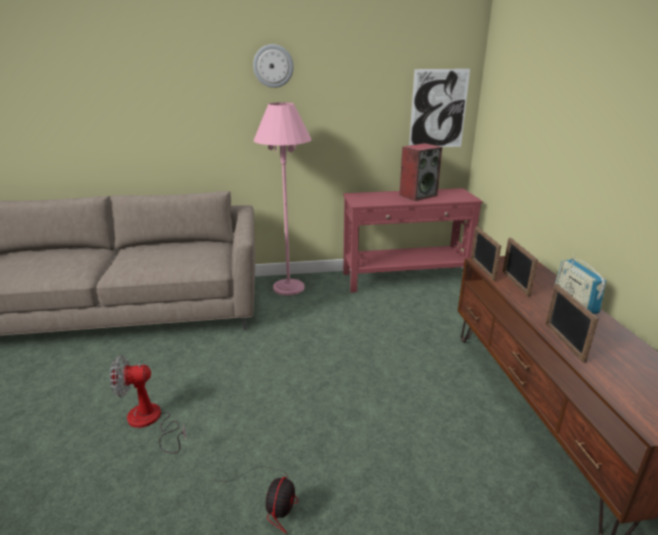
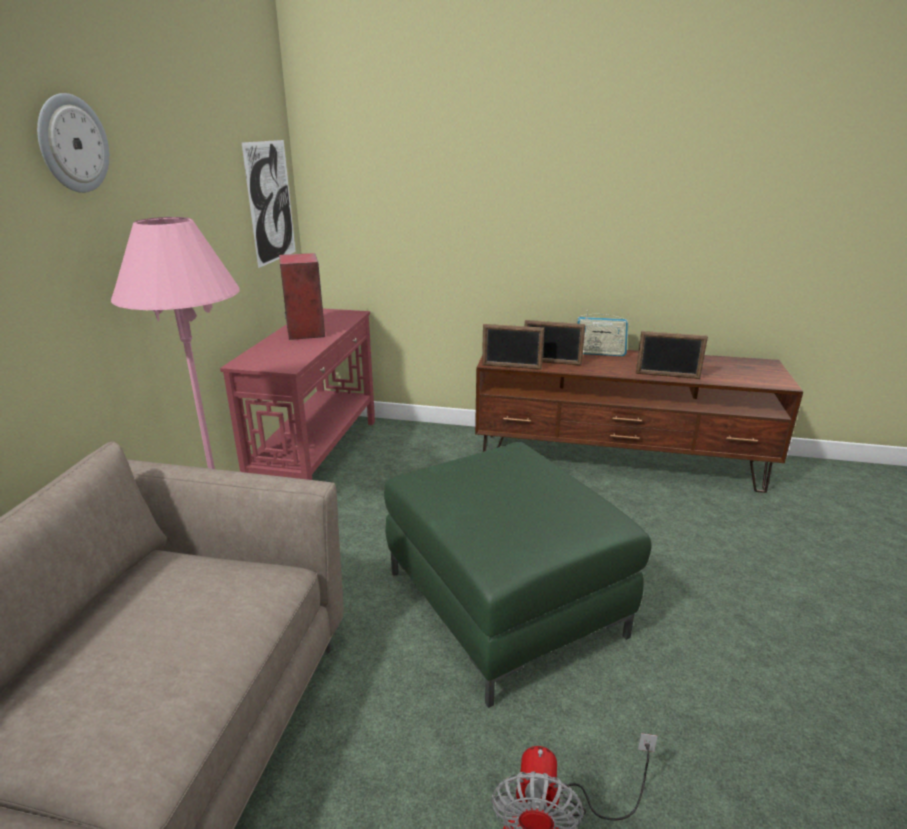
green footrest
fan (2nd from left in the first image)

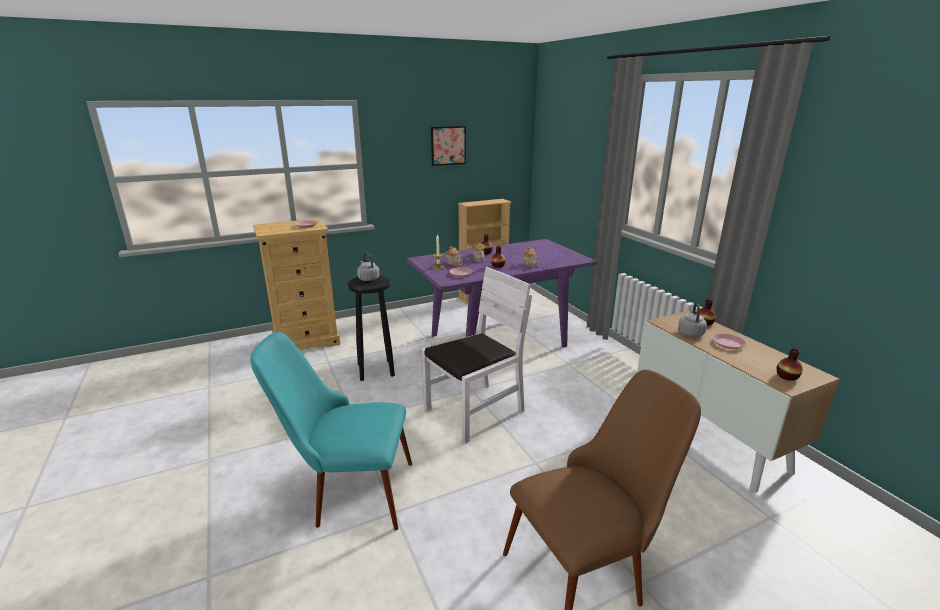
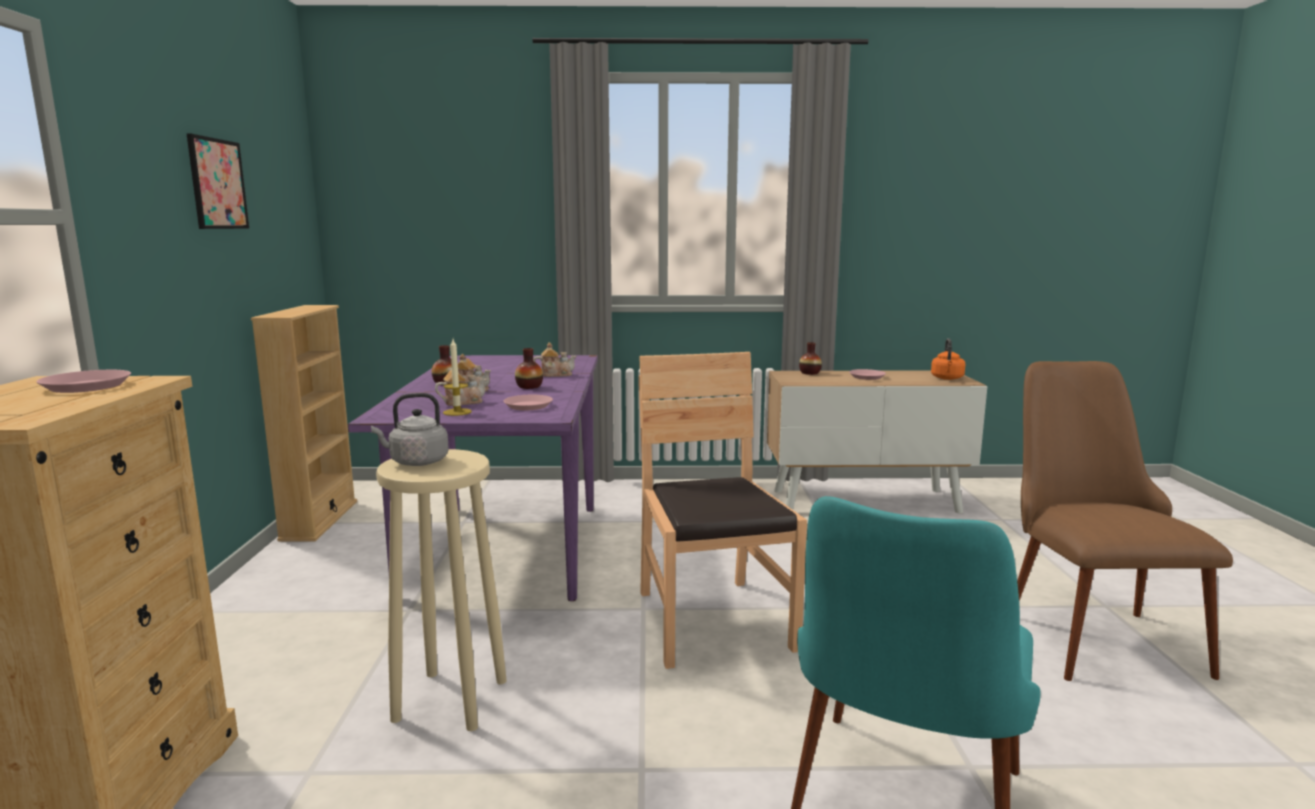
beige-coloured sitting stool
brownish upright chair (1st from left)
orange-coloured water kettle
gray water kettle (2nd from left in the first image)

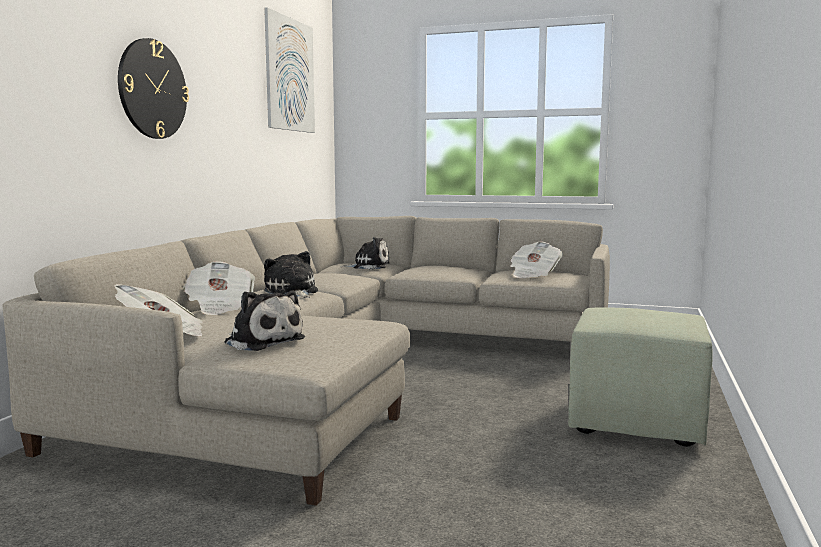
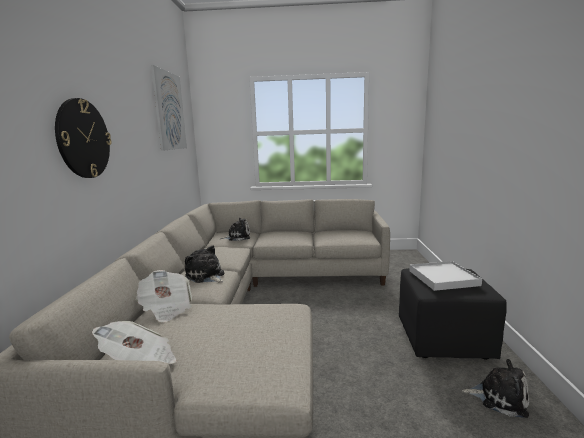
black footrest
white carrying tray
cuddly toy (3rd from left)
newspaper (3rd from left in the first image)

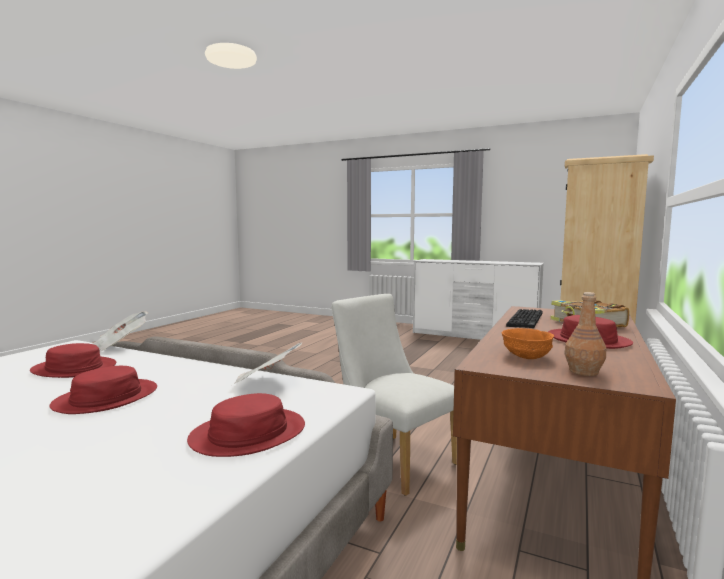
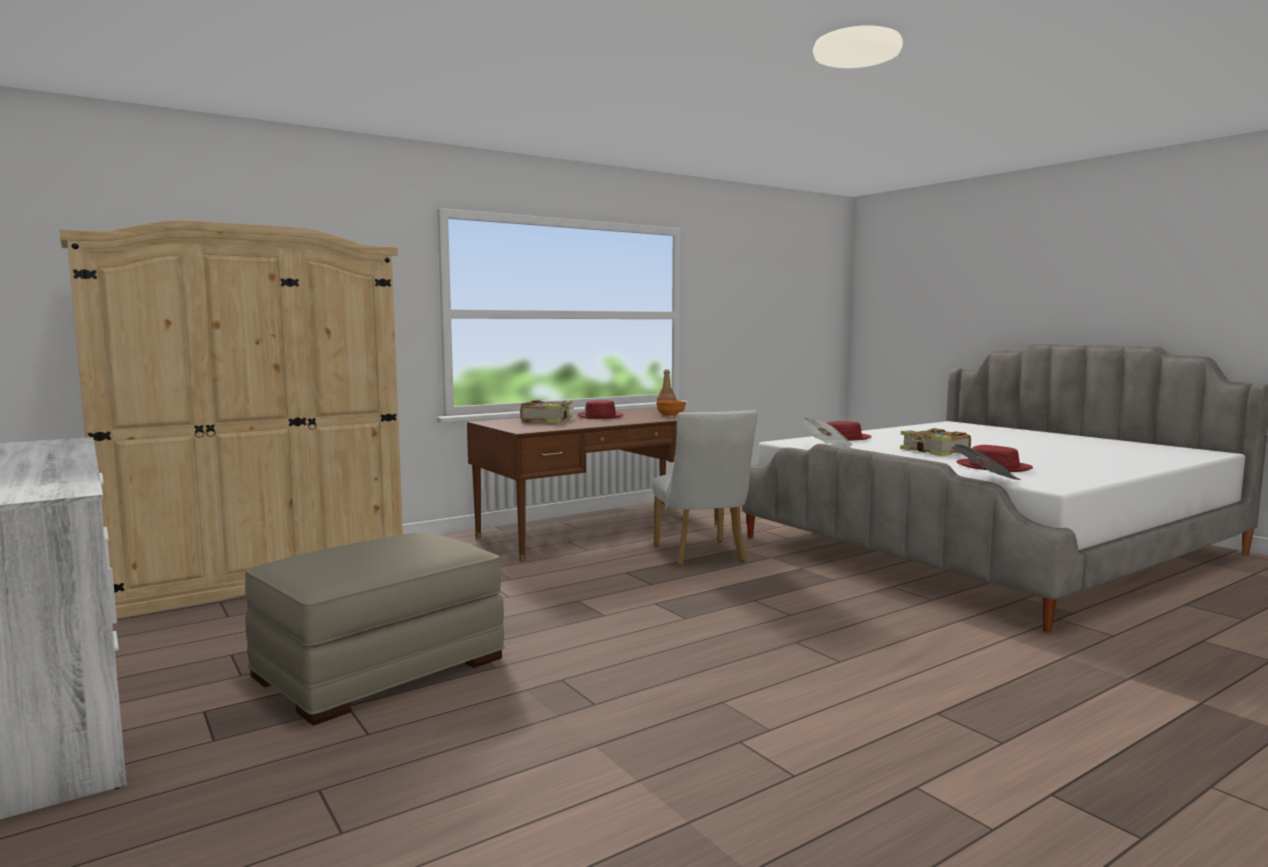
beige-coloured footrest
volume (2nd from left)
PC keyboard

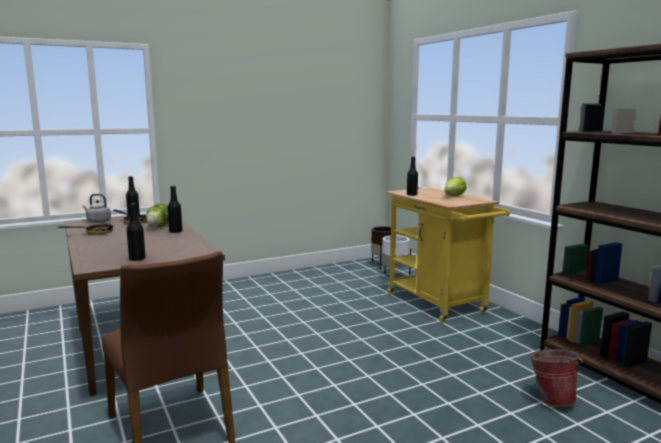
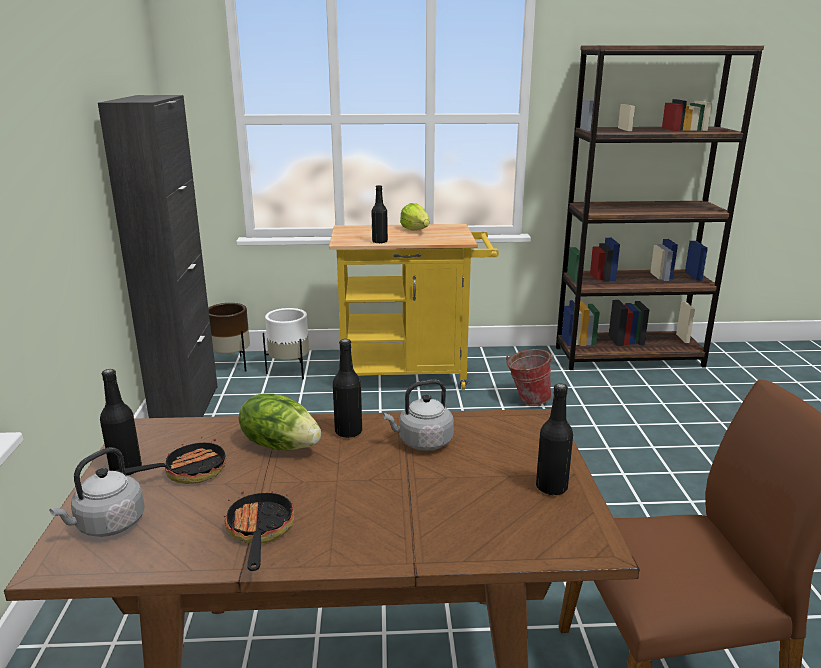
black cupboard
gray water kettle (2nd from left)
pail

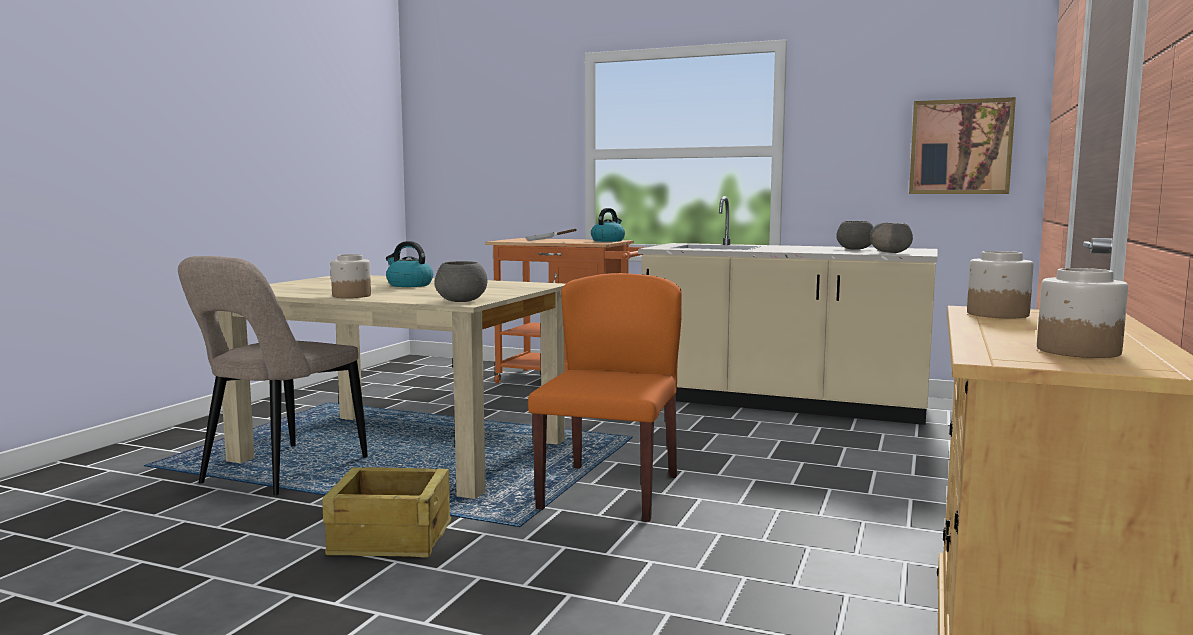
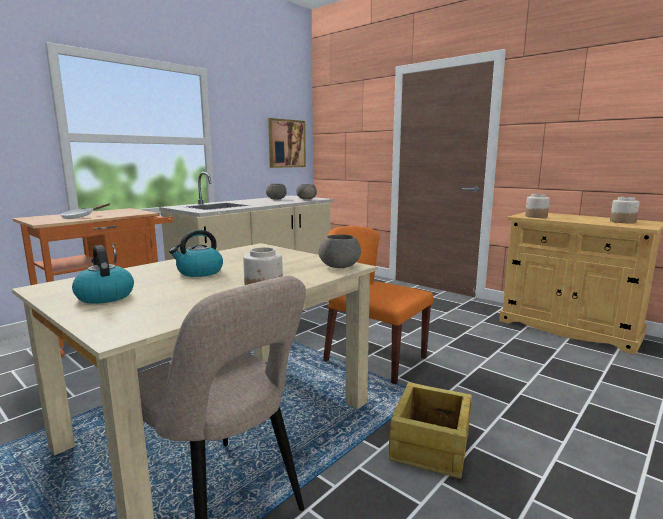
water kettle (1st from left)

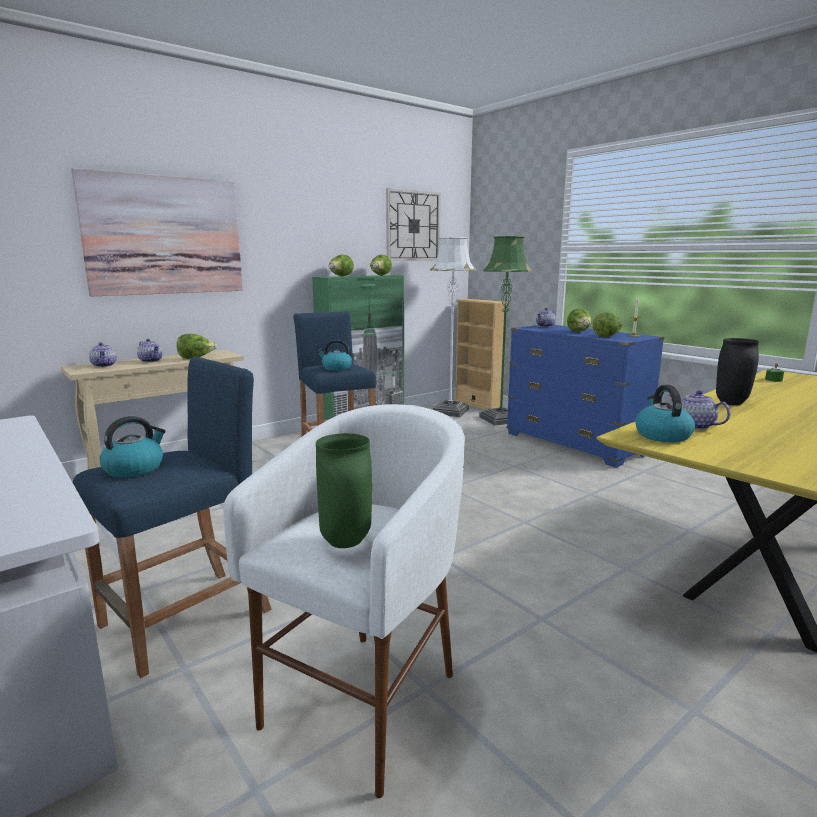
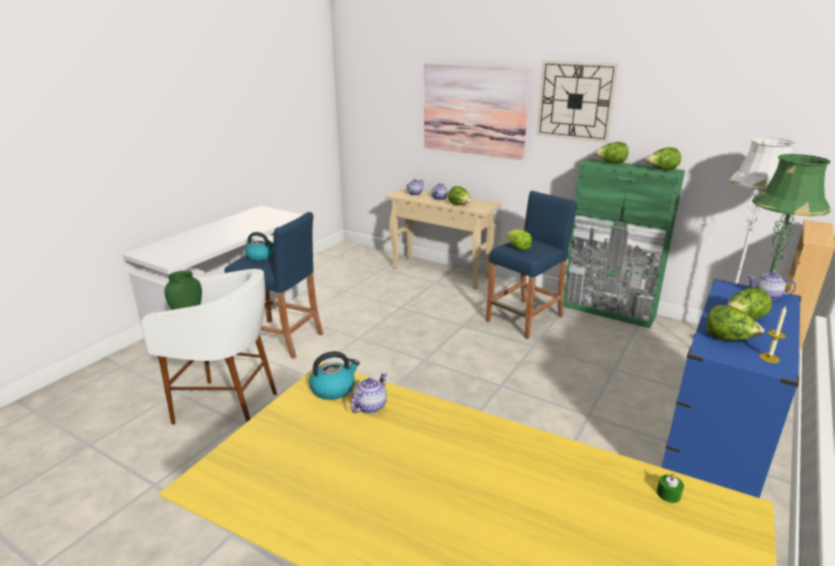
head of lettuce (2nd from left)
wall clock
black flower vase

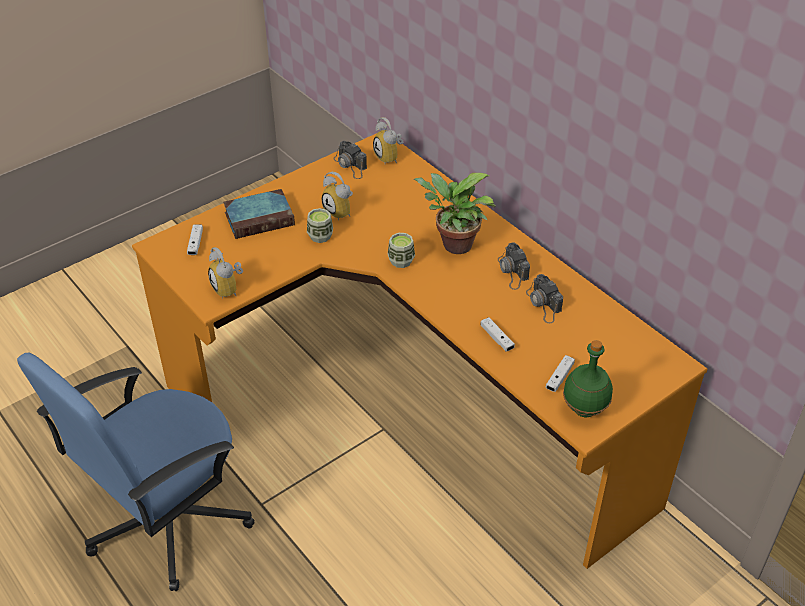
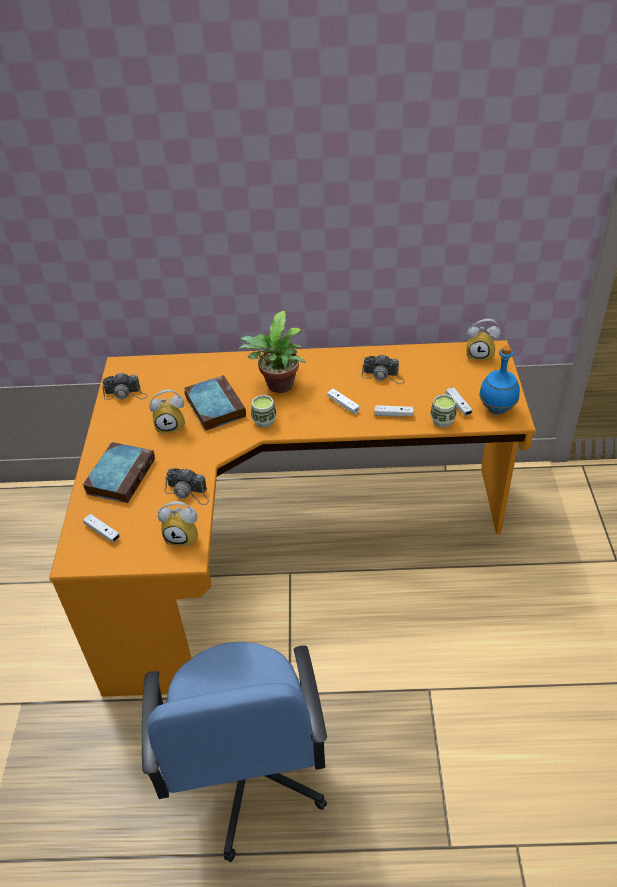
photo camera (2nd from left)
volume (2nd from left)
white game controller (2nd from left)
cup (2nd from left)
table clock (3rd from left)
bluish drink bottle

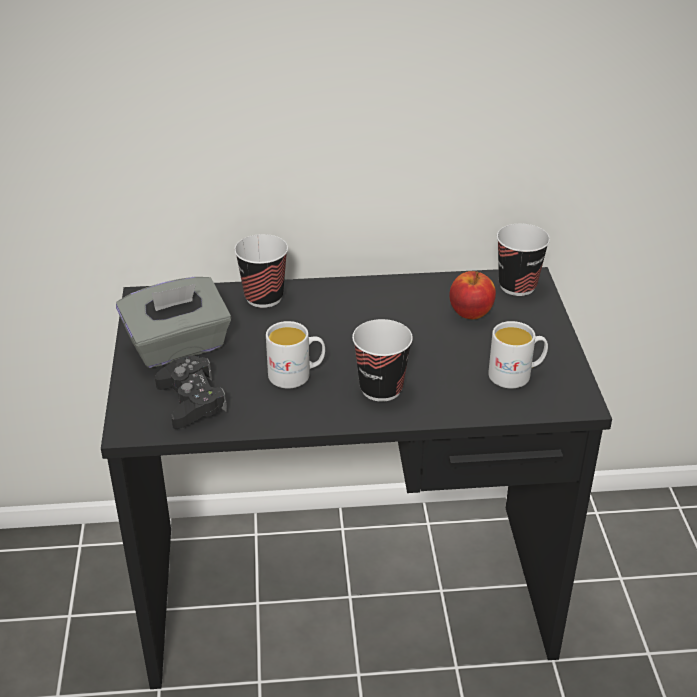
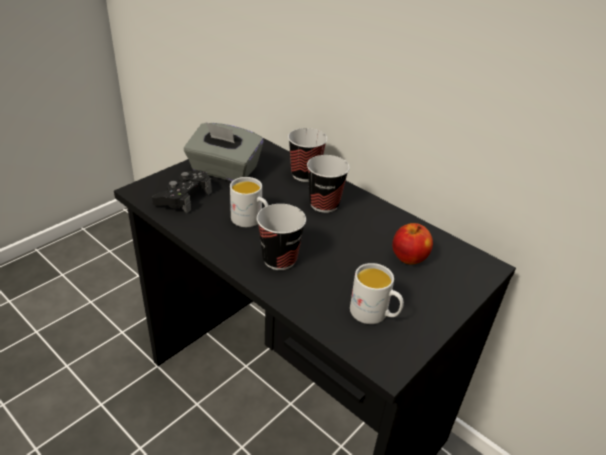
cup (3rd from left)

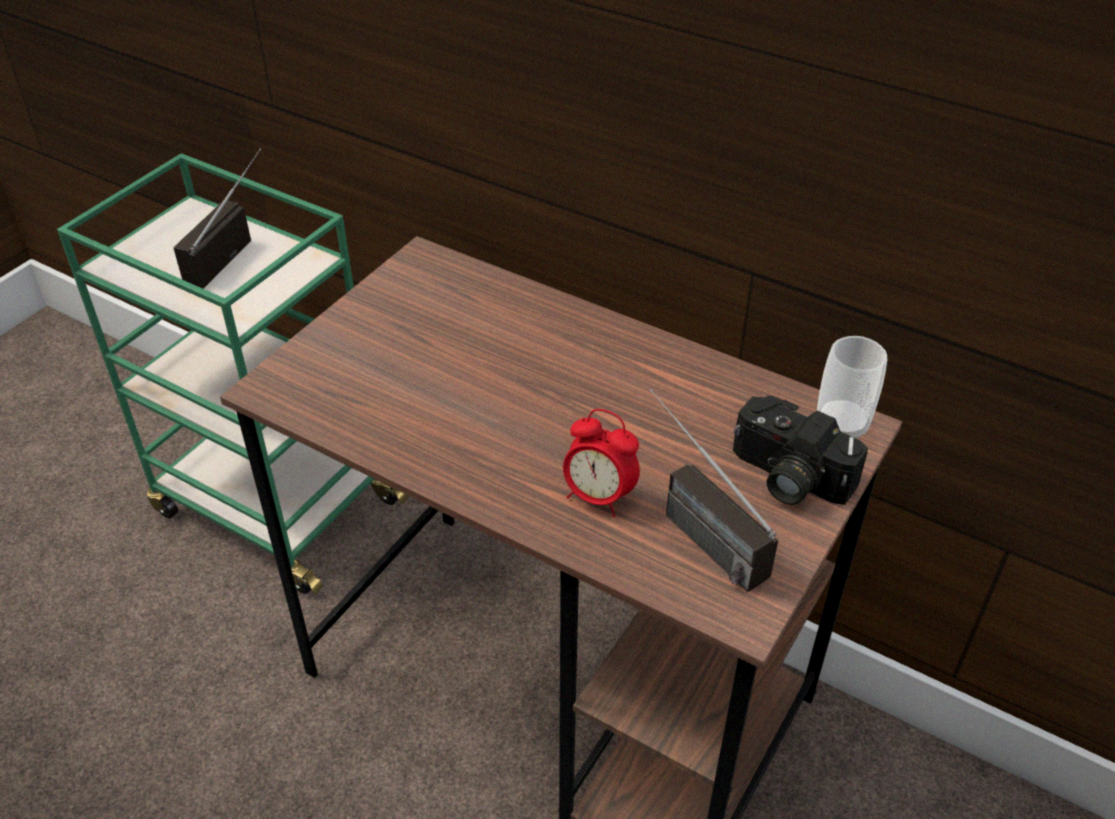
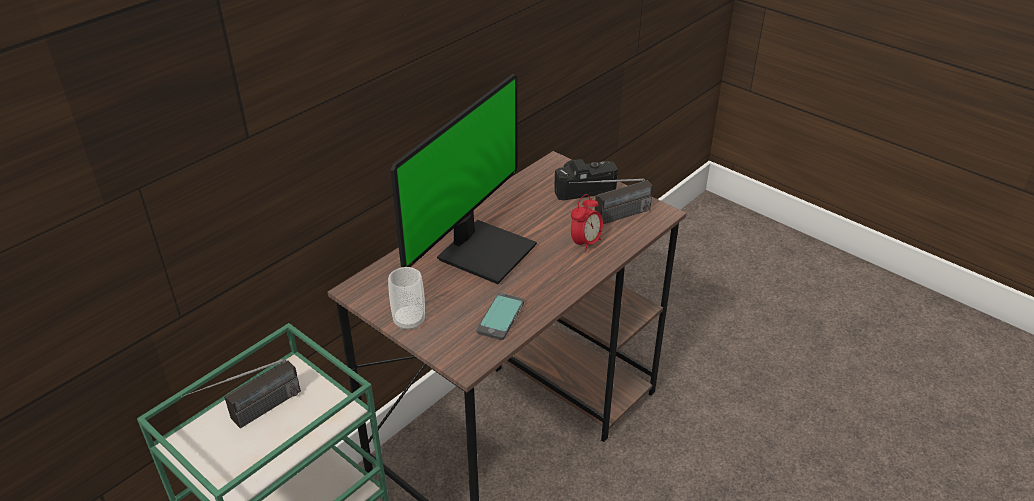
radio (1st from left)
cup
computer display
telephone
photo camera

